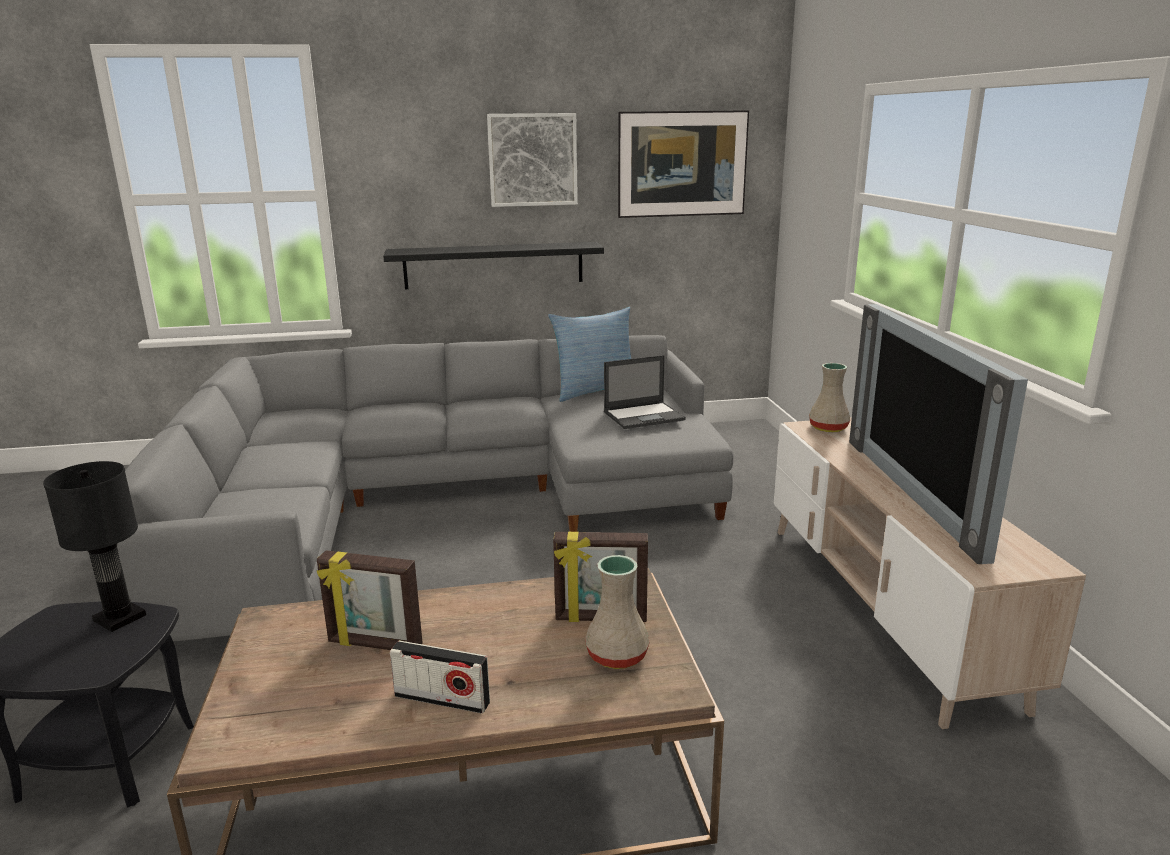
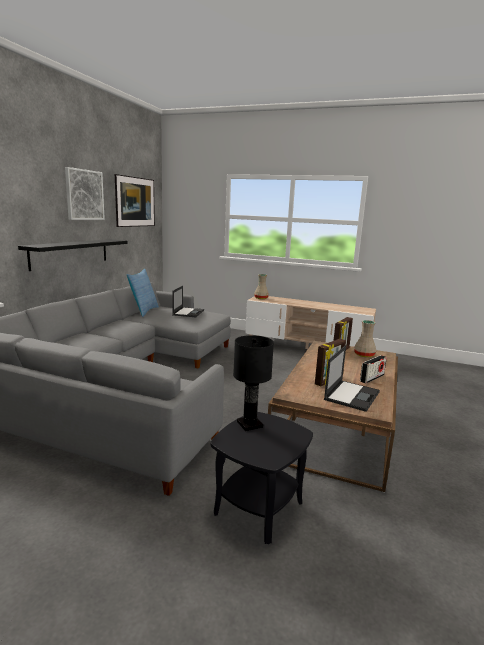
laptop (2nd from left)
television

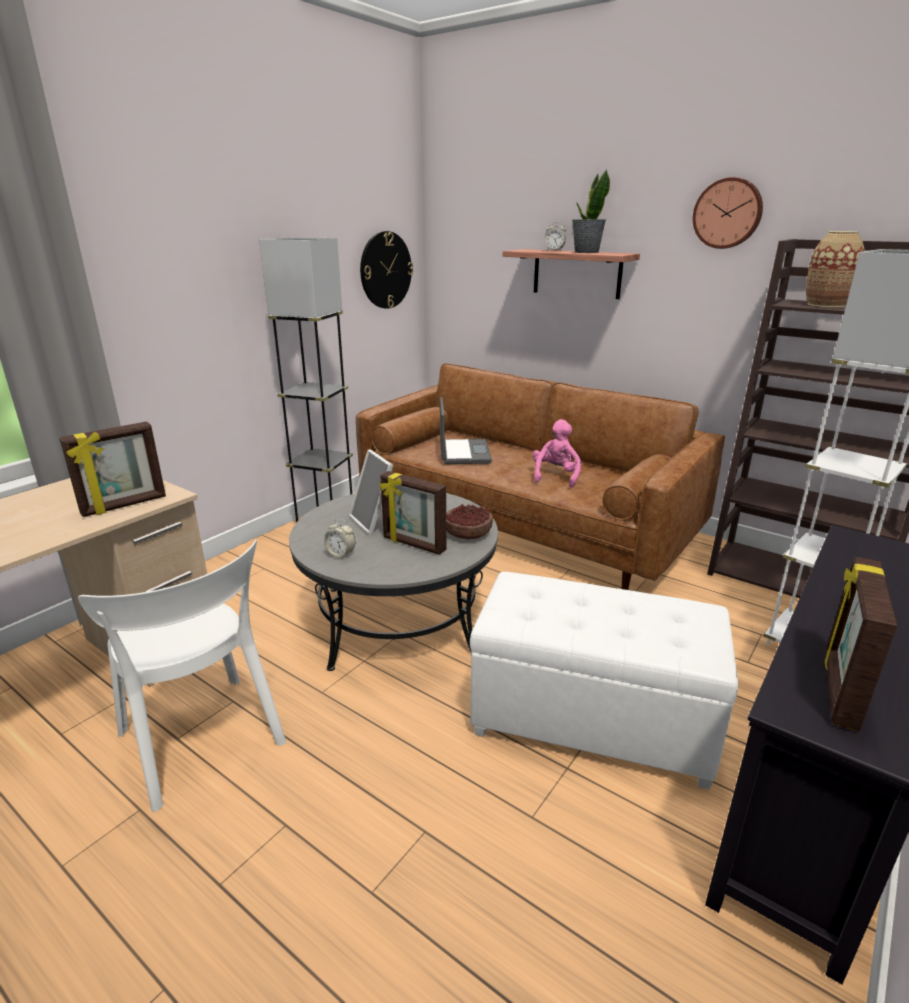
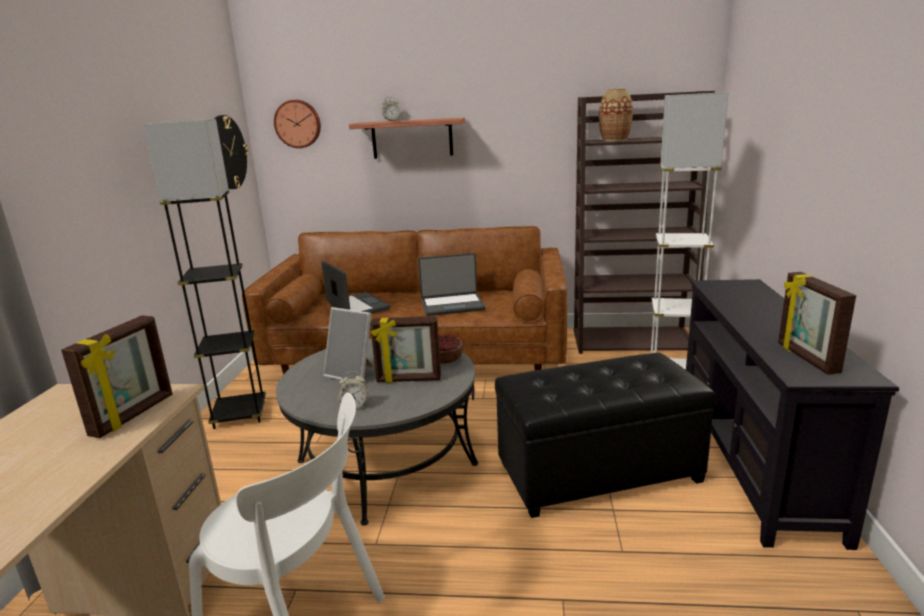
wall clock (2nd from left)
laptop (2nd from left)
black footrest
potted plant

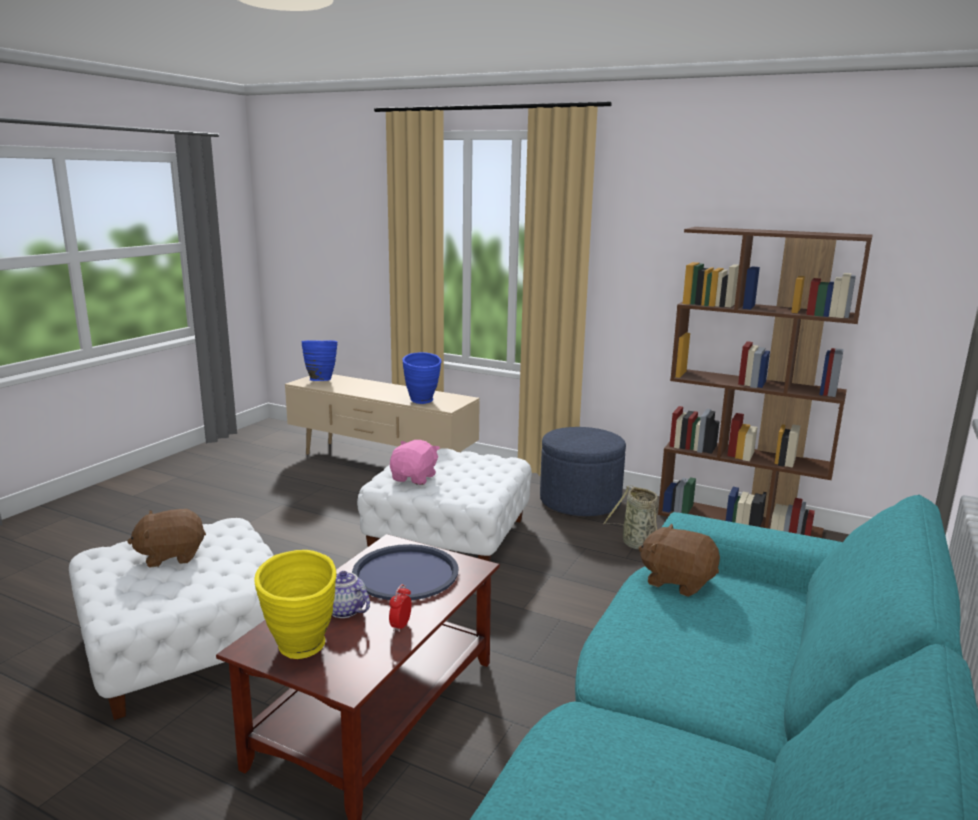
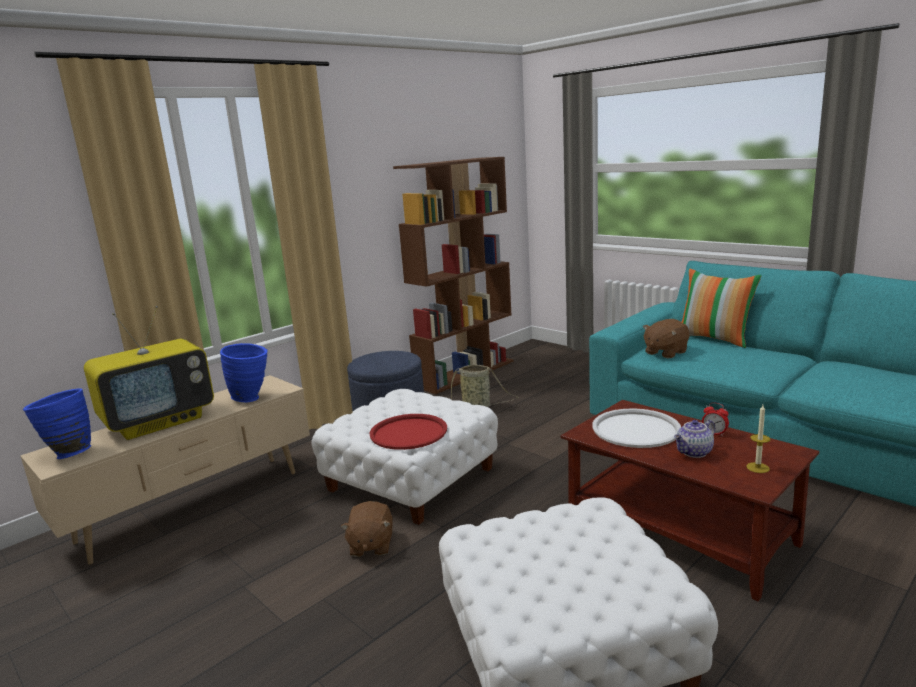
television
brownish cuddly toy (1st from left)
red-coloured carrying tray
white carrying tray
cushion
candle

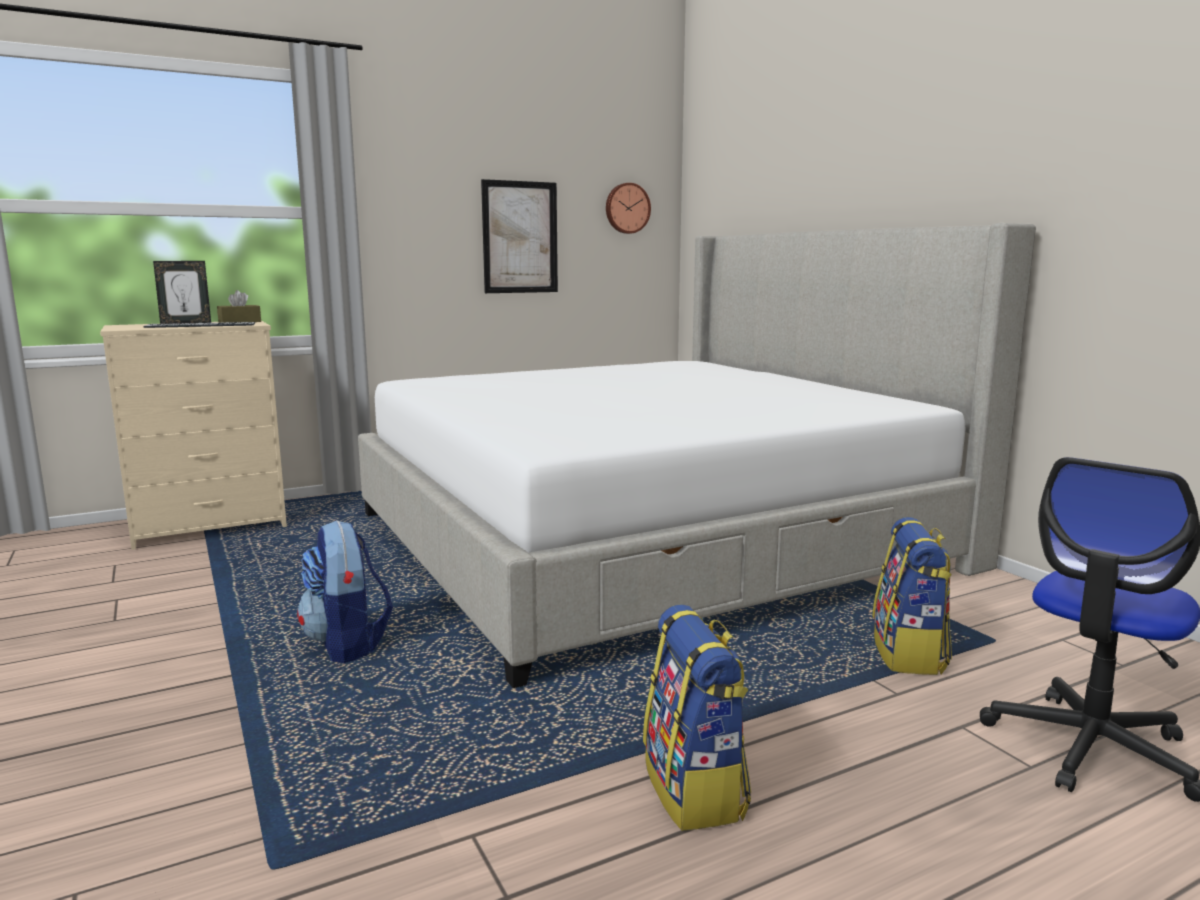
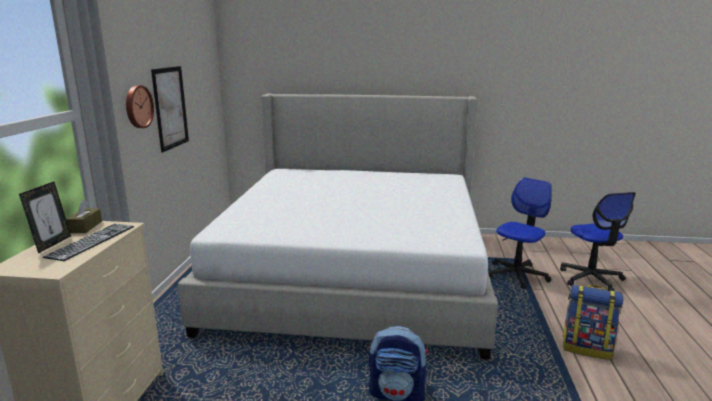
wall clock
office chair (1st from left)

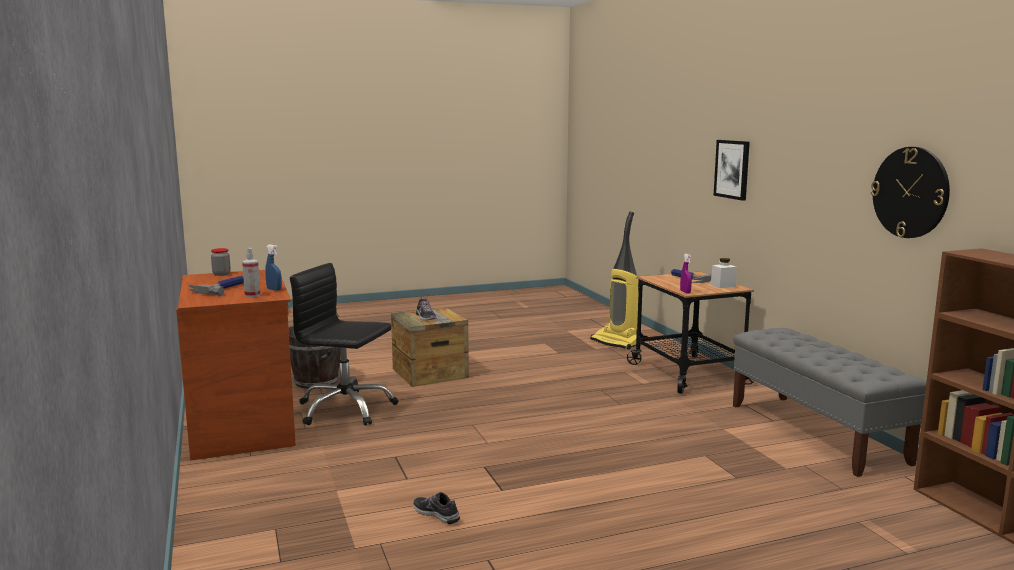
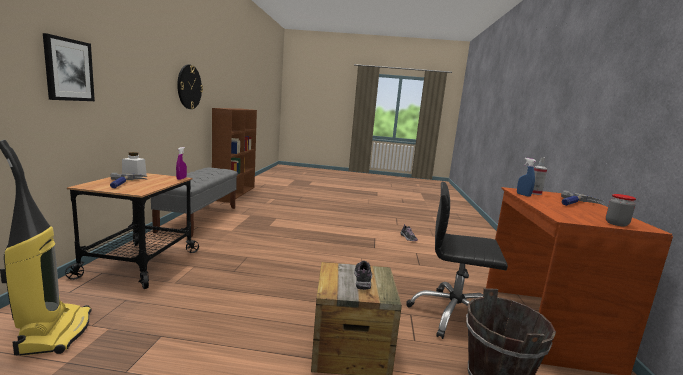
black office chair

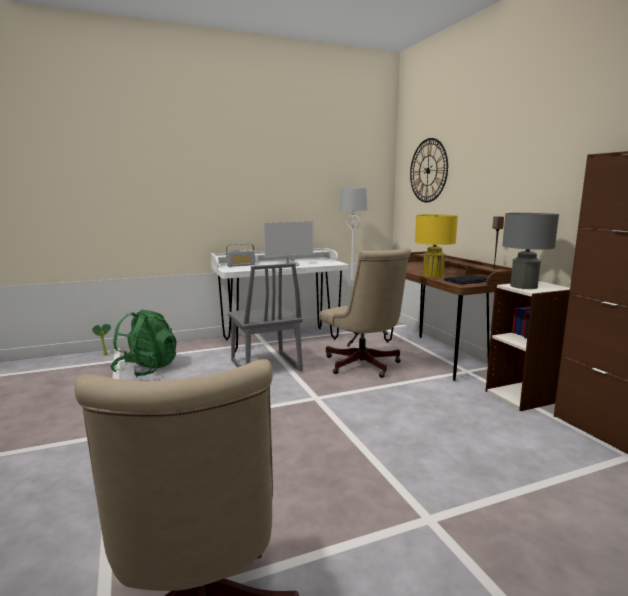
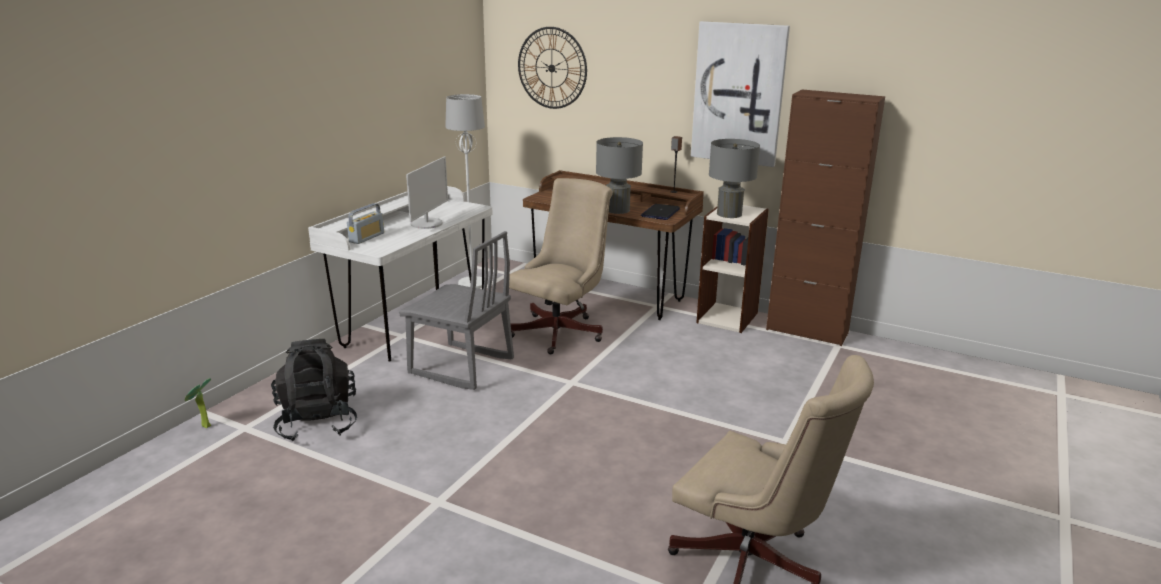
black backpack
beige-coloured office chair (1st from left)
gray table lamp (1st from left)
wall art

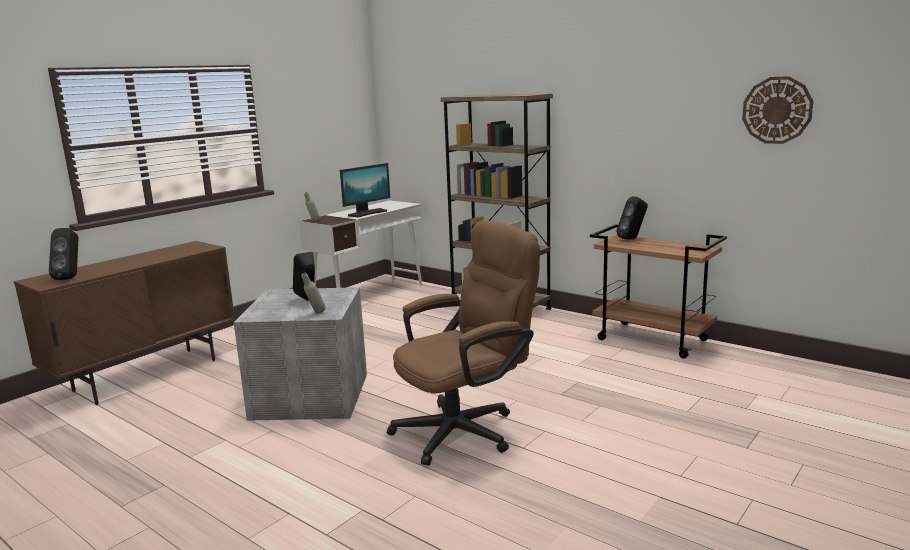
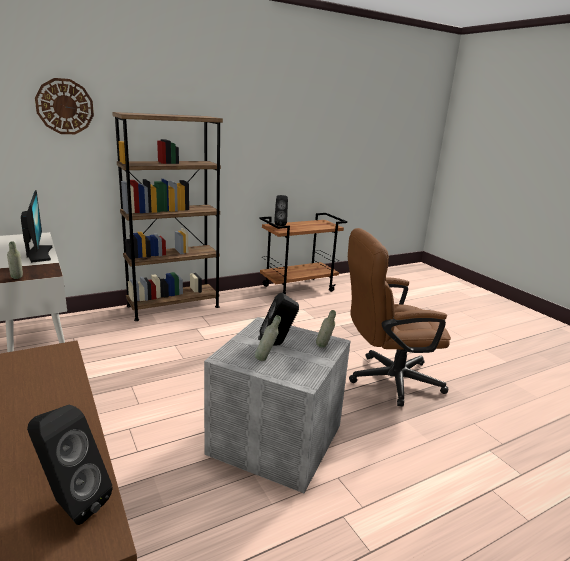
wall clock
gray drink bottle (2nd from left)
brownish office chair

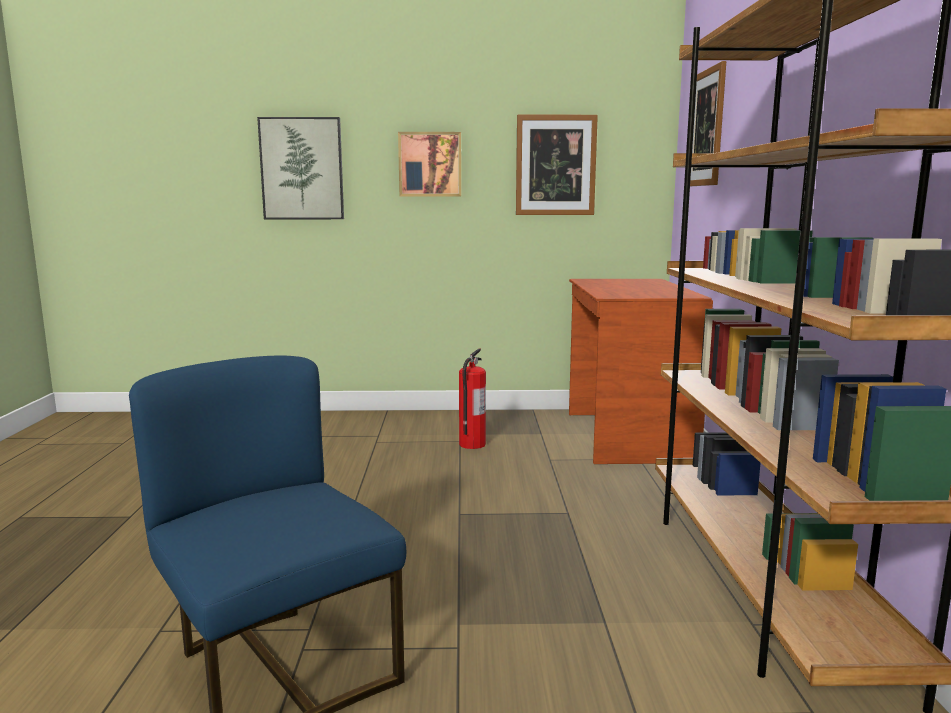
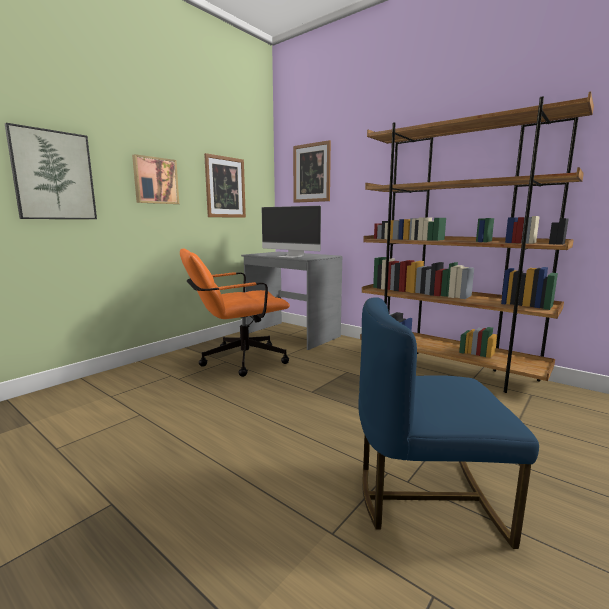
orange-coloured office chair
gray desk
computer display

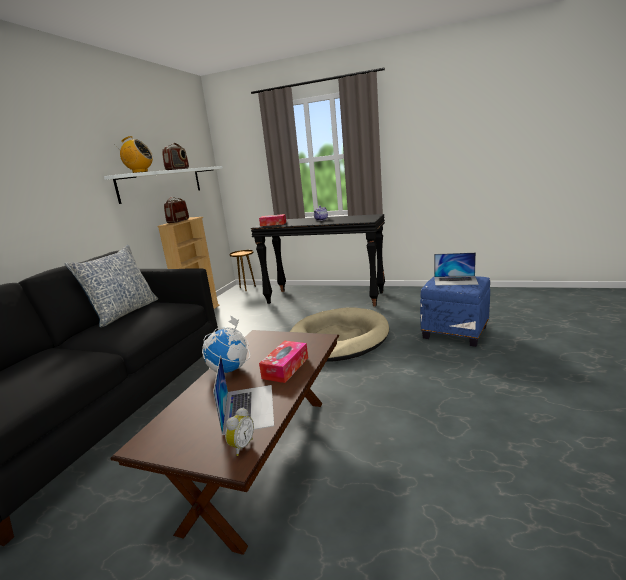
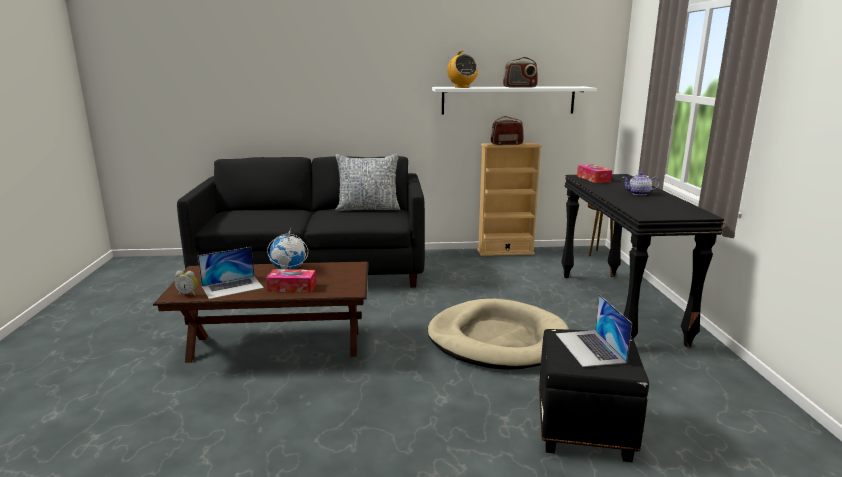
black footrest

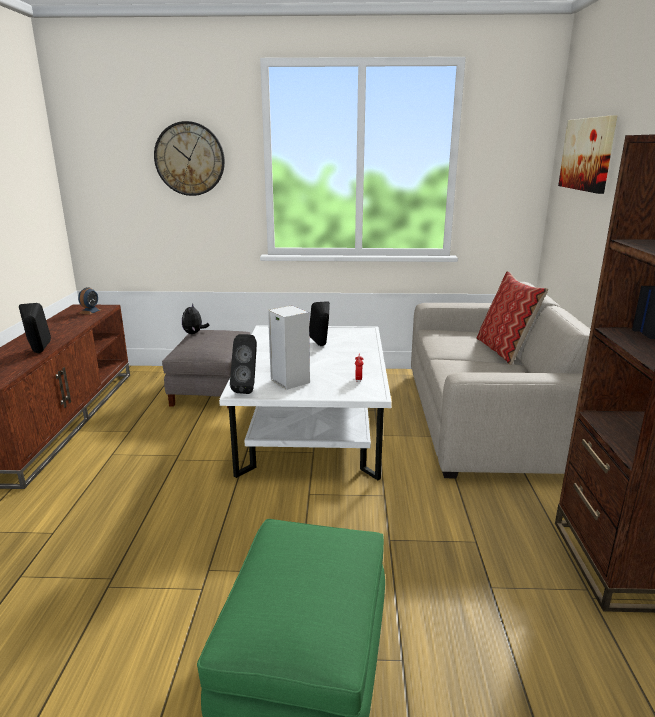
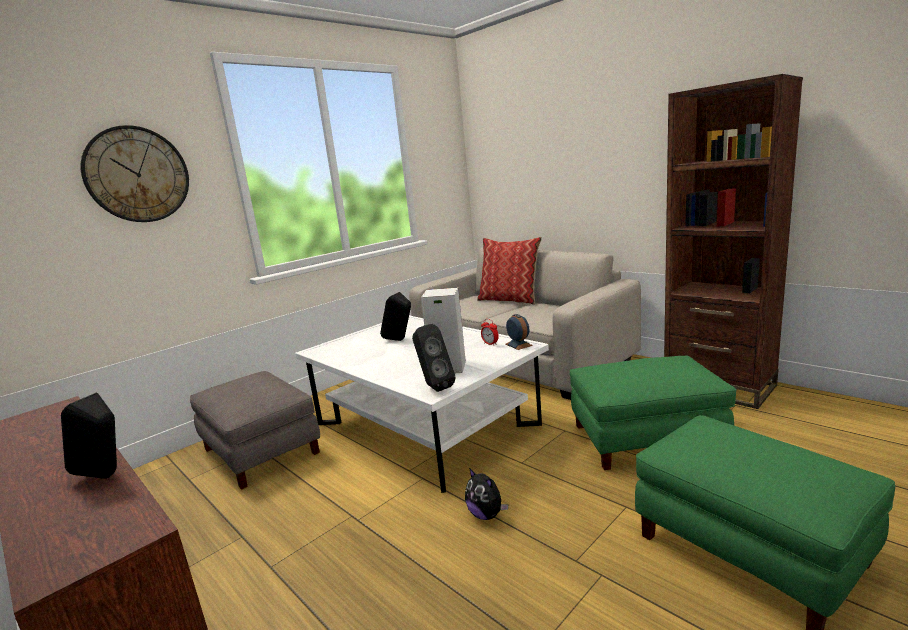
cuddly toy
table clock (2nd from left)
green footrest (1st from left)
wall art

